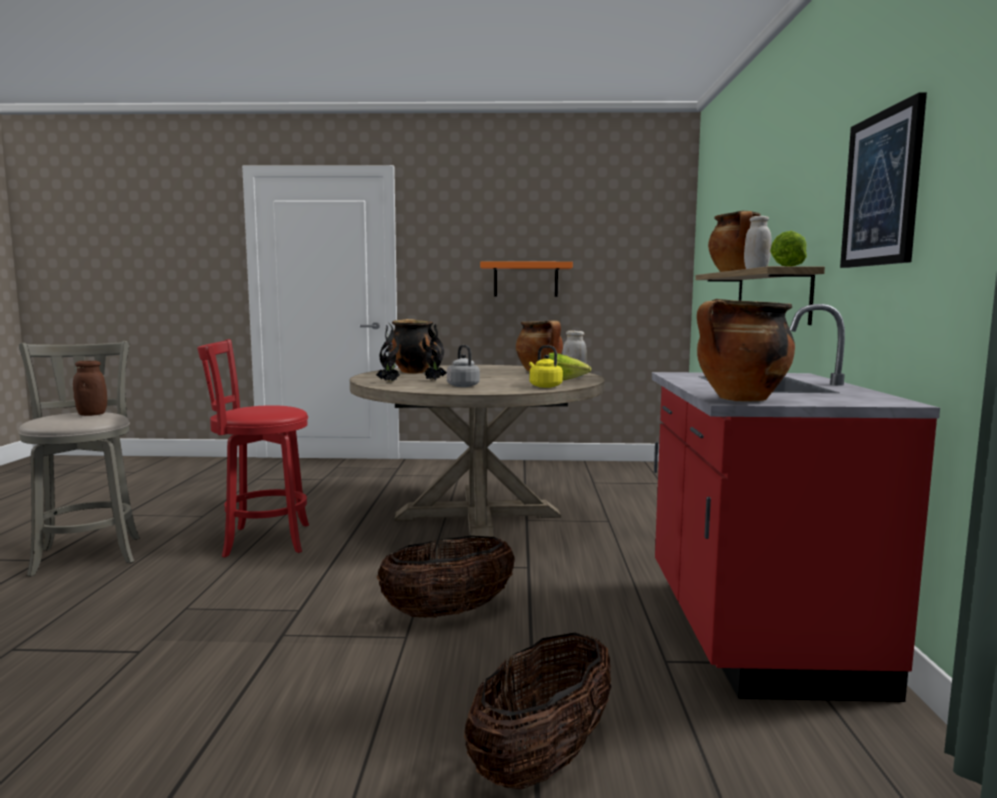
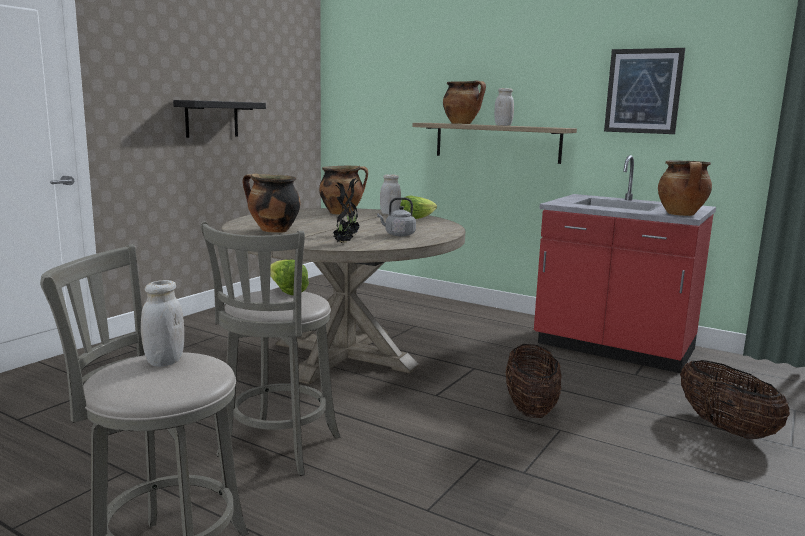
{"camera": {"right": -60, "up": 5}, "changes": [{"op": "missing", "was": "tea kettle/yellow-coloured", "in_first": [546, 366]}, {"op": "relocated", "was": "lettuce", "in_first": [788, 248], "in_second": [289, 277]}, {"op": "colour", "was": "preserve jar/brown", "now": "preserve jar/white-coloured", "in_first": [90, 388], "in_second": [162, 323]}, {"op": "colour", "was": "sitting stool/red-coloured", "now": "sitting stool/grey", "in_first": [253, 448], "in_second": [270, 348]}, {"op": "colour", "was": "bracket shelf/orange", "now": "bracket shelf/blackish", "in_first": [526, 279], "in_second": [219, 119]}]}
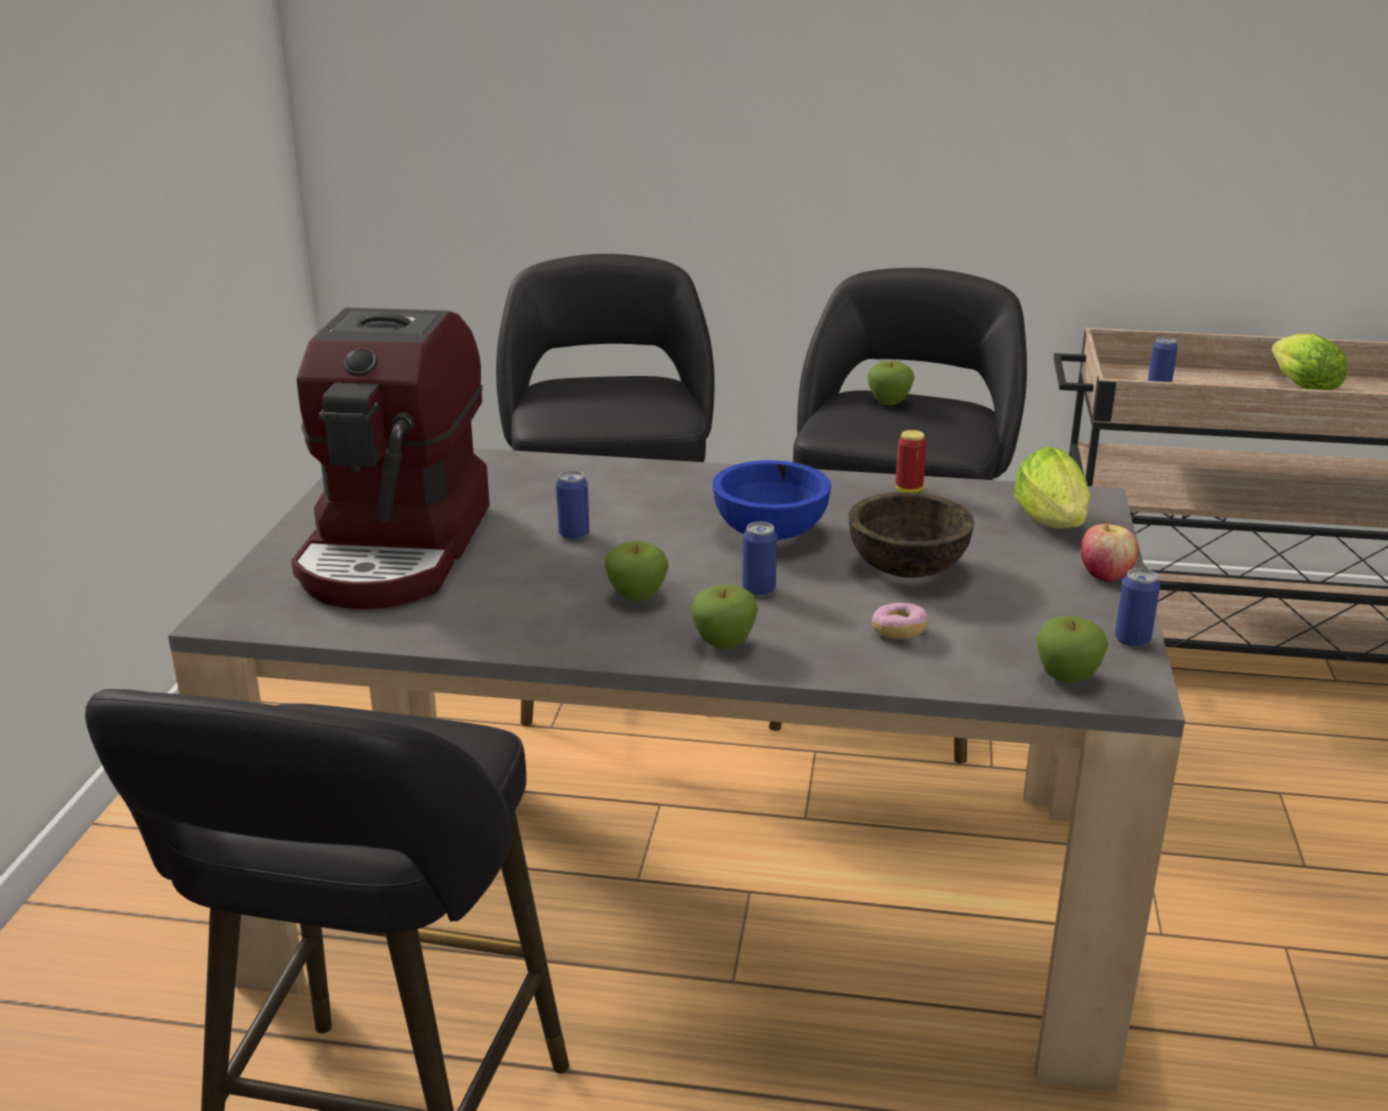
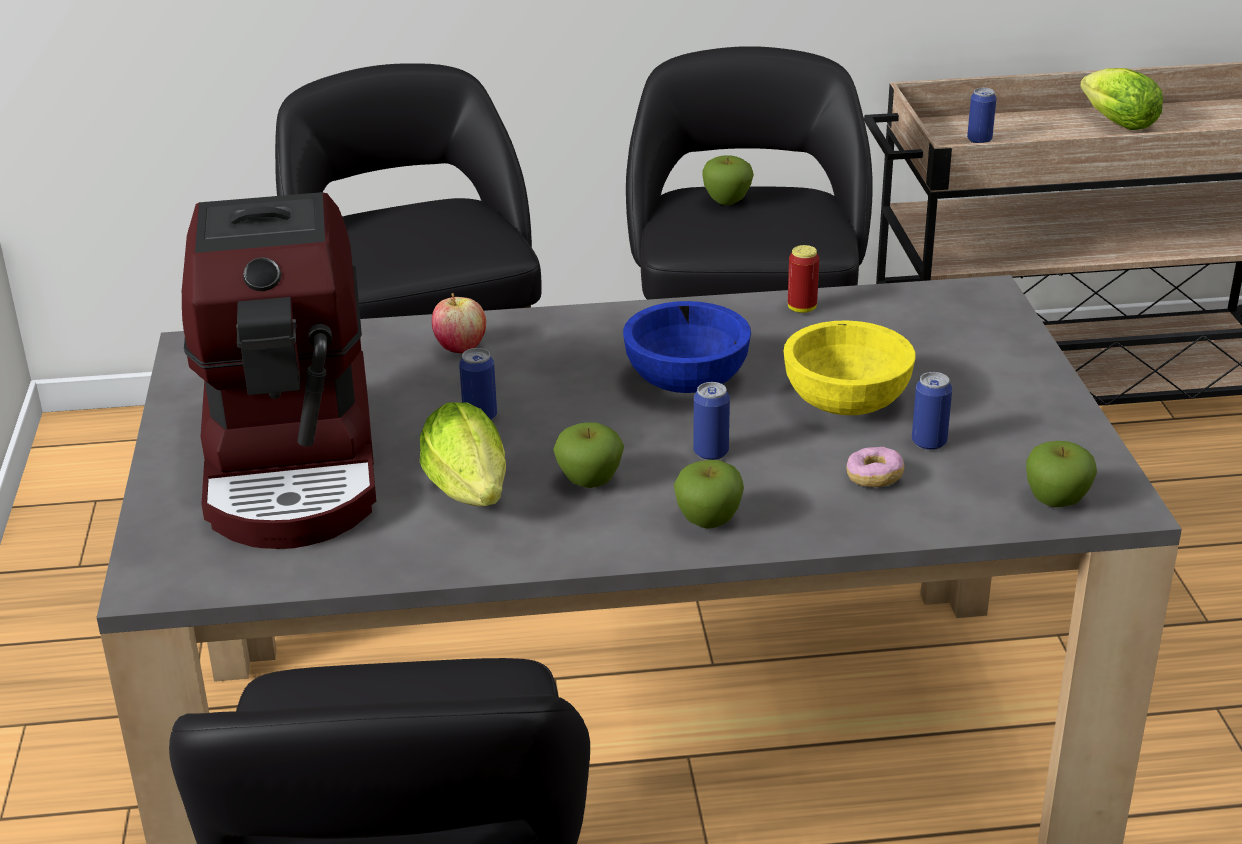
{"camera": {"right": -15, "up": 5}, "changes": [{"op": "relocated", "was": "lettuce", "in_first": [1052, 487], "in_second": [463, 454]}, {"op": "relocated", "was": "whole apple", "in_first": [1109, 551], "in_second": [459, 323]}, {"op": "relocated", "was": "sealed can", "in_first": [1137, 607], "in_second": [932, 411]}, {"op": "colour", "was": "serving bowl/brown", "now": "serving bowl/yellow-coloured", "in_first": [911, 535], "in_second": [850, 367]}]}
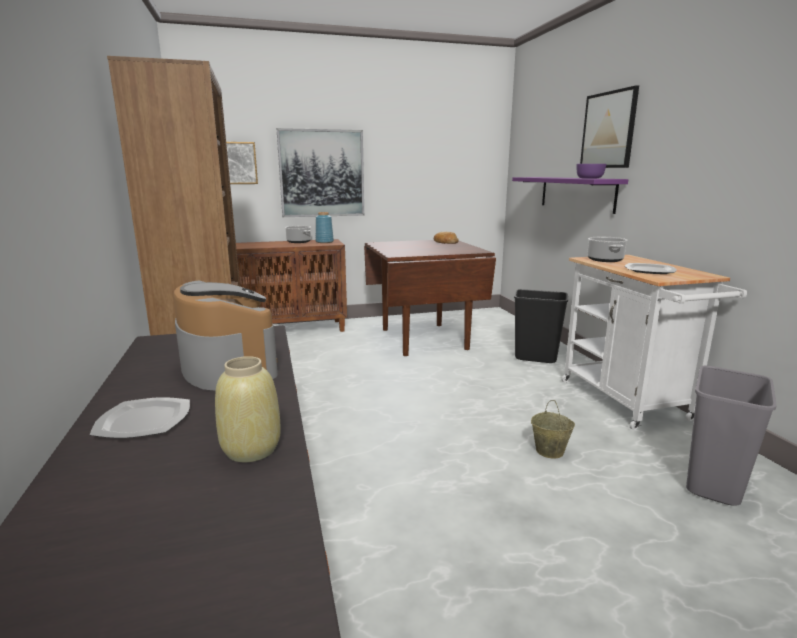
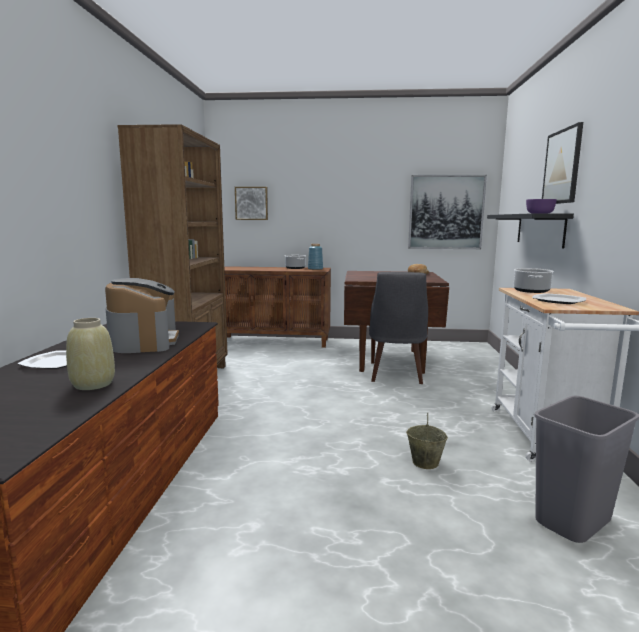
{"camera": {"right": 20, "up": -5}, "changes": [{"op": "missing", "was": "trash can/blackish", "in_first": [541, 326]}, {"op": "appeared", "now": "plain chair/grey", "in_second": [398, 328]}, {"op": "relocated", "was": "wall art", "in_first": [320, 172], "in_second": [447, 212]}, {"op": "colour", "was": "bracket shelf/purple", "now": "bracket shelf/blackish", "in_first": [570, 195], "in_second": [530, 230]}]}
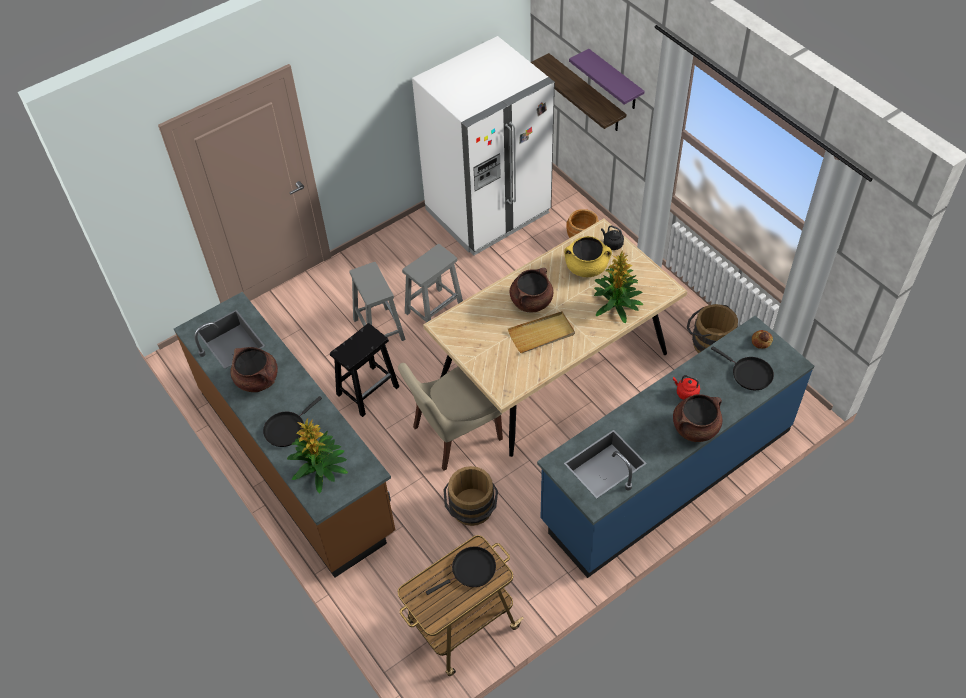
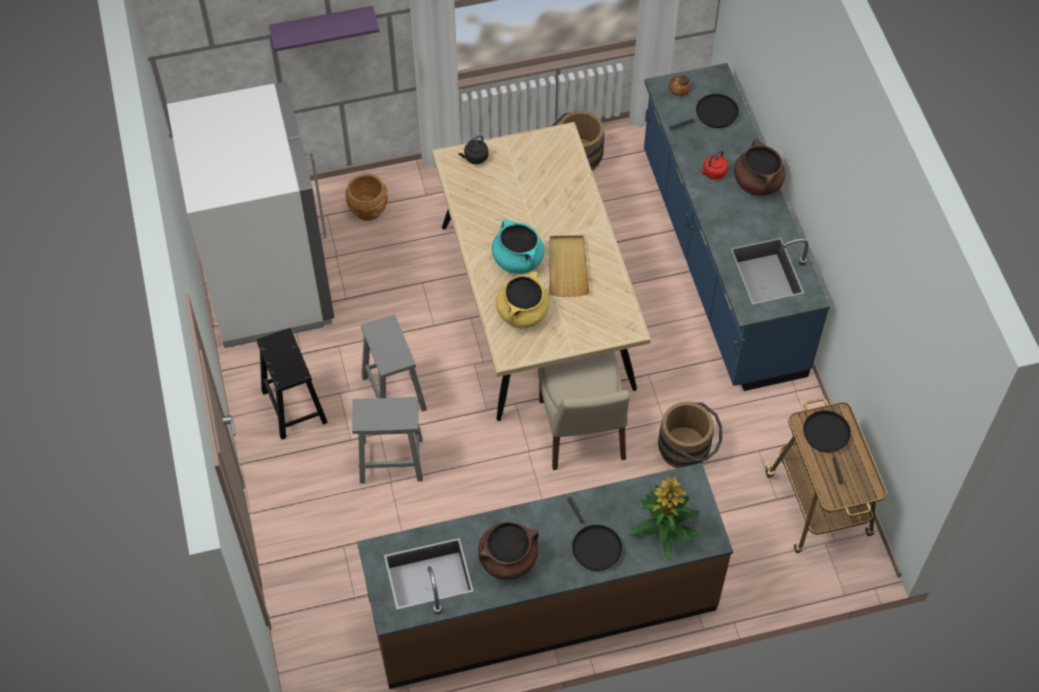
{"camera": {"right": -70, "up": 5}, "changes": [{"op": "missing", "was": "bracket shelf", "in_first": [579, 92]}, {"op": "missing", "was": "houseplant", "in_first": [619, 287]}, {"op": "relocated", "was": "sitting stool/blackish", "in_first": [364, 370], "in_second": [292, 384]}, {"op": "relocated", "was": "cooking pot/yellow-coloured", "in_first": [588, 256], "in_second": [522, 299]}, {"op": "colour", "was": "cooking pot/brown", "now": "cooking pot/turquoise", "in_first": [531, 290], "in_second": [518, 246]}]}
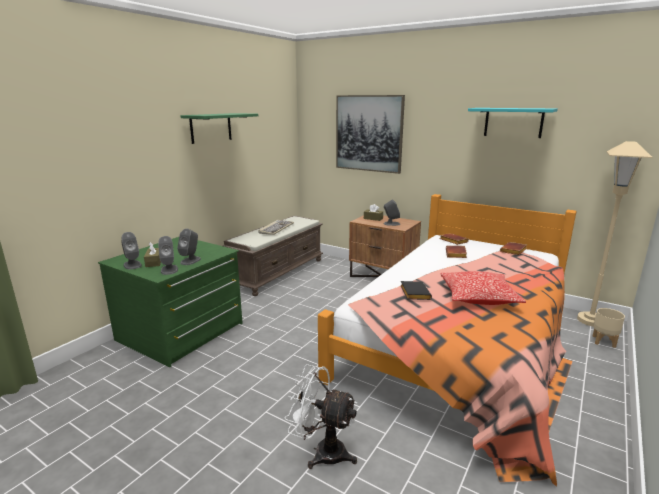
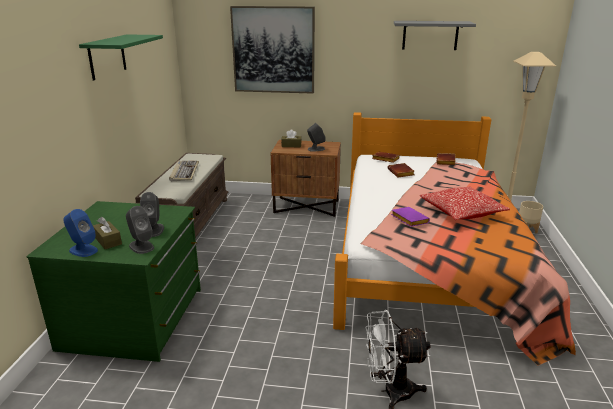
{"camera": {"right": -25, "up": 5}, "changes": [{"op": "colour", "was": "audio speaker/grey", "now": "audio speaker/bluish", "in_first": [131, 250], "in_second": [80, 233]}, {"op": "colour", "was": "bound book/blackish", "now": "bound book/purple", "in_first": [416, 290], "in_second": [410, 217]}, {"op": "colour", "was": "bracket shelf/turquoise", "now": "bracket shelf/grey", "in_first": [513, 123], "in_second": [435, 35]}]}
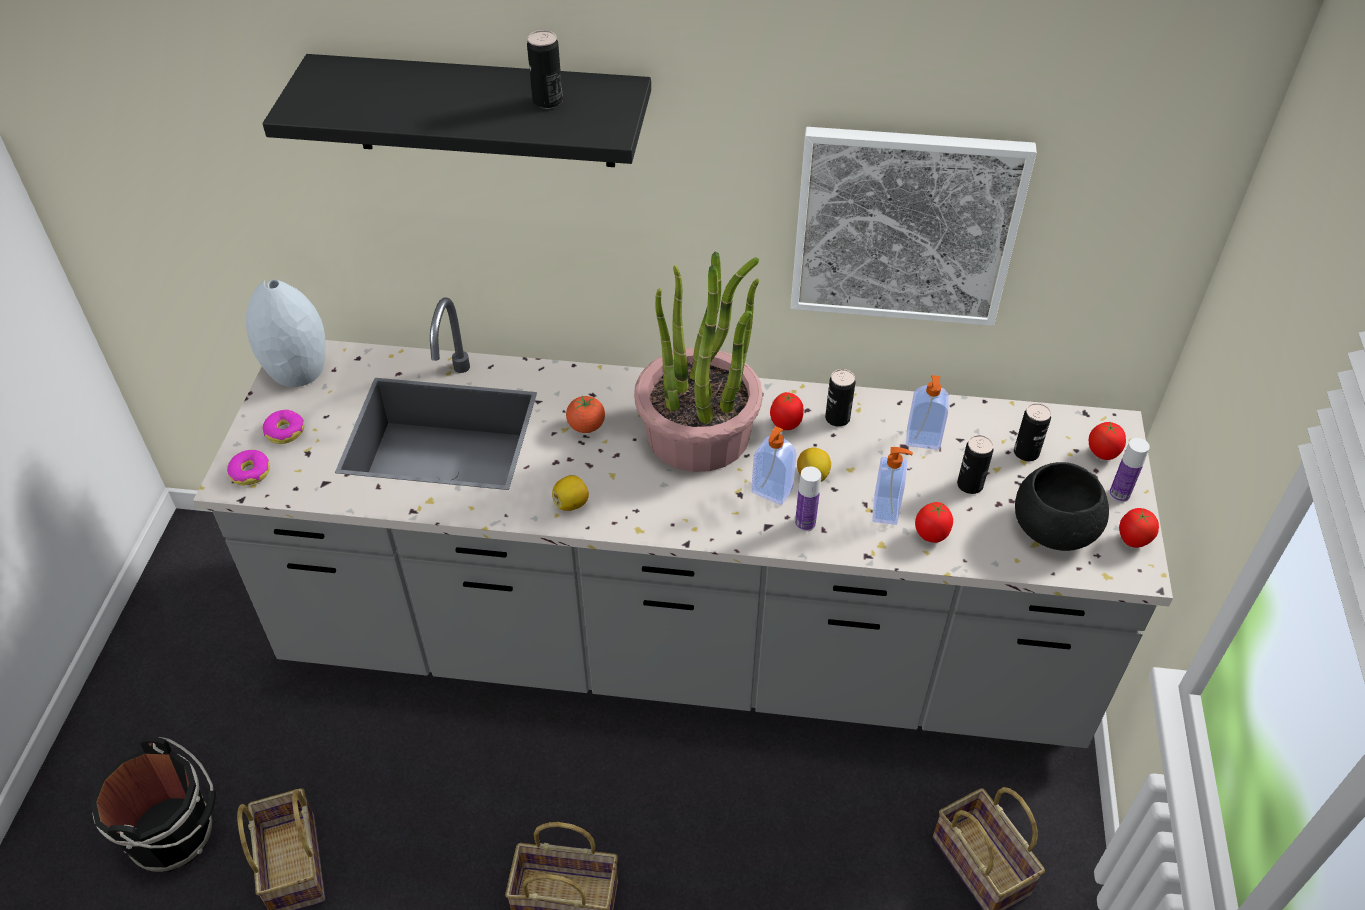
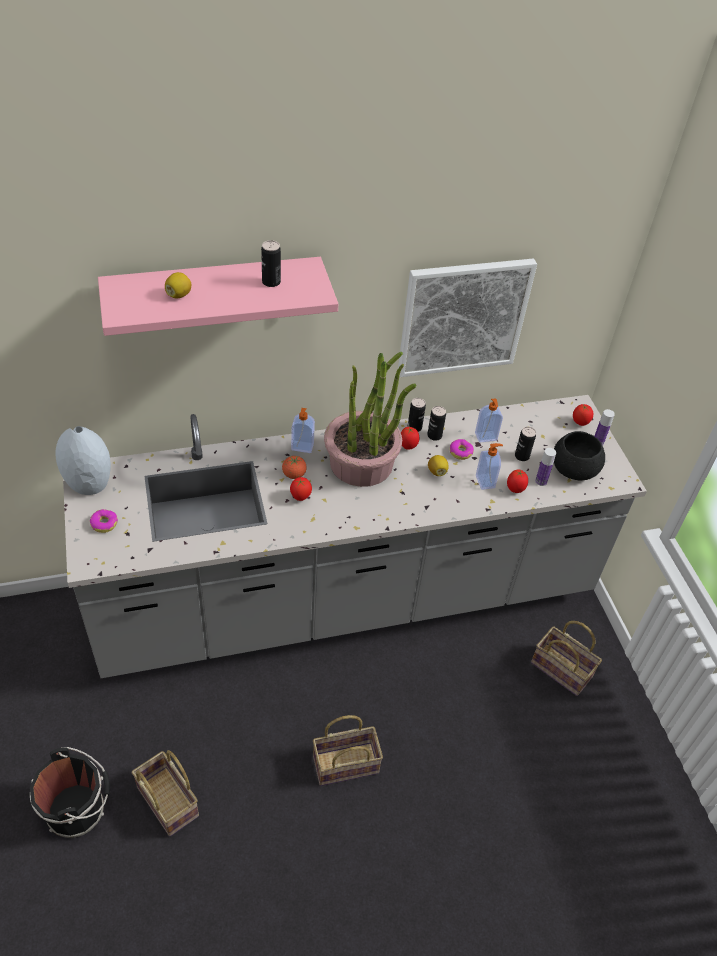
{"camera": {"right": -25, "up": 0}, "changes": [{"op": "relocated", "was": "ring doughnut", "in_first": [248, 467], "in_second": [462, 449]}, {"op": "relocated", "was": "lemon", "in_first": [570, 493], "in_second": [178, 285]}, {"op": "relocated", "was": "liquid soap bottle", "in_first": [774, 465], "in_second": [303, 430]}, {"op": "relocated", "was": "beverage bottle", "in_first": [808, 498], "in_second": [545, 467]}, {"op": "relocated", "was": "sealed can", "in_first": [1032, 432], "in_second": [417, 415]}, {"op": "relocated", "was": "tomato", "in_first": [1139, 528], "in_second": [301, 489]}, {"op": "colour", "was": "bracket shelf/blackish", "now": "bracket shelf/pink-coloured", "in_first": [457, 110], "in_second": [218, 296]}]}
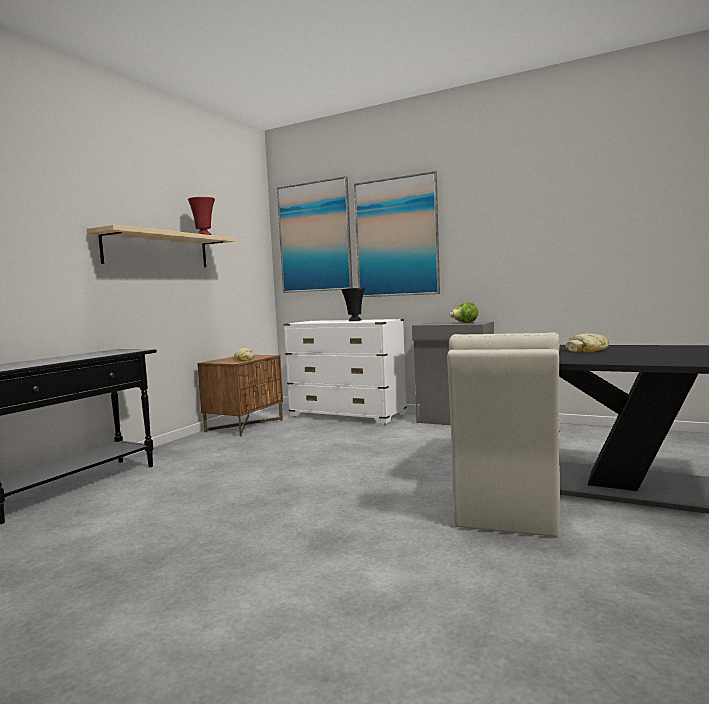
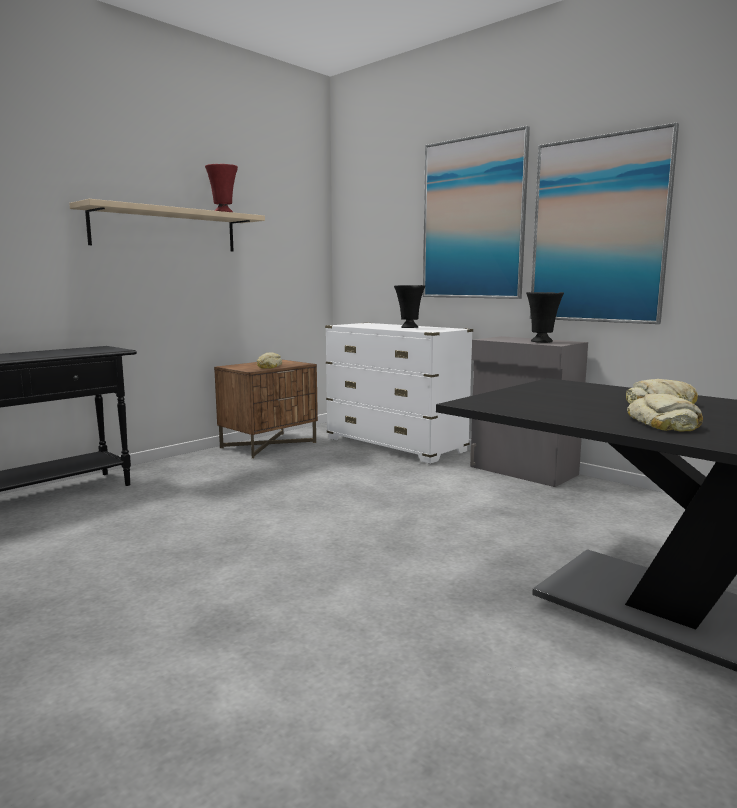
{"camera": {"right": 15, "up": 5}, "changes": [{"op": "missing", "was": "plain chair/beige-coloured", "in_first": [504, 434]}, {"op": "appeared", "now": "bread", "in_second": [665, 412]}, {"op": "relocated", "was": "wall art", "in_first": [315, 234], "in_second": [604, 223]}, {"op": "exchanged", "was": "lettuce", "now": "decorative vase/blackish", "in_first": [464, 313], "in_second": [545, 317]}]}
